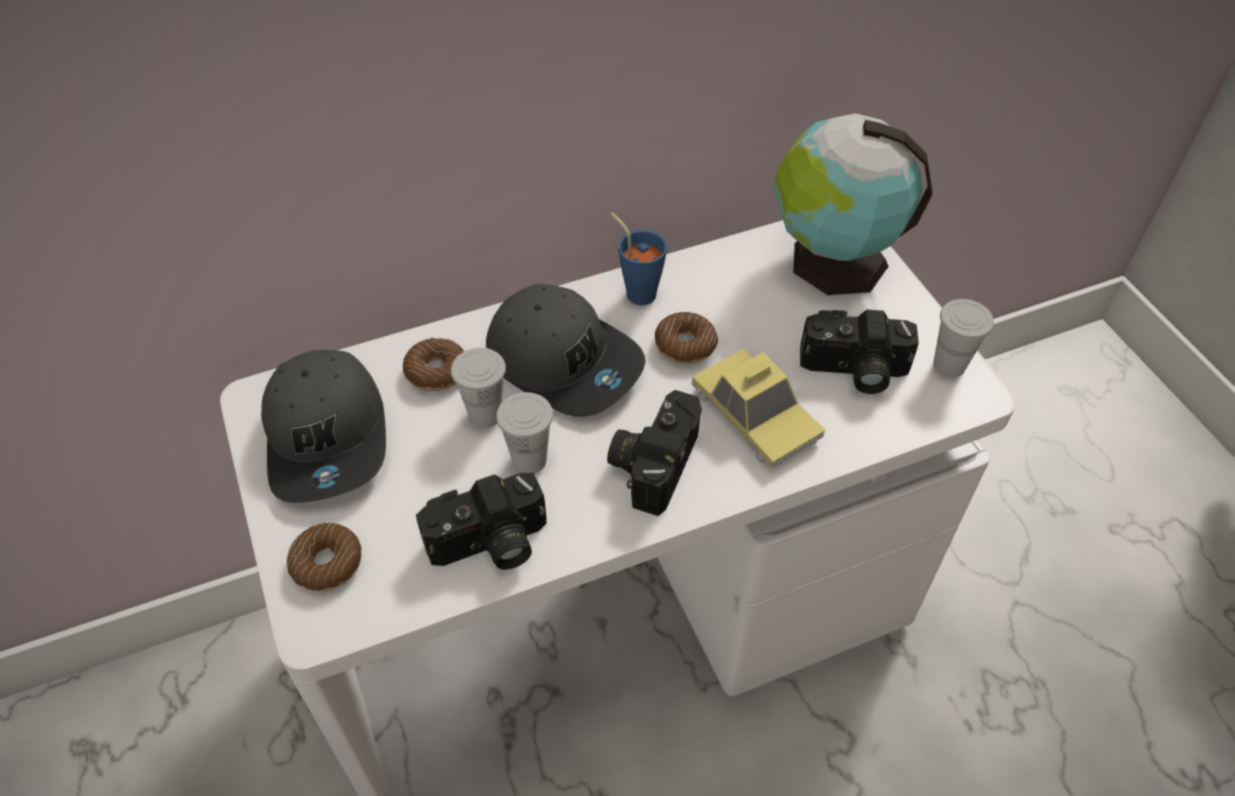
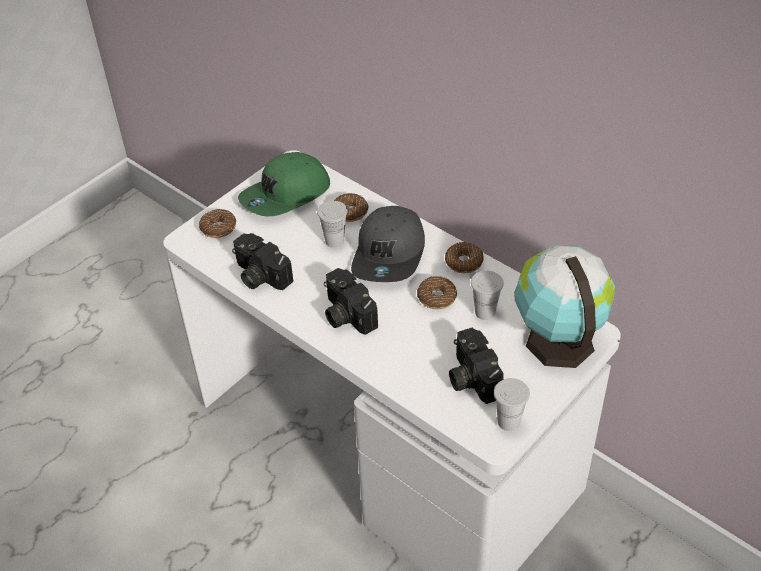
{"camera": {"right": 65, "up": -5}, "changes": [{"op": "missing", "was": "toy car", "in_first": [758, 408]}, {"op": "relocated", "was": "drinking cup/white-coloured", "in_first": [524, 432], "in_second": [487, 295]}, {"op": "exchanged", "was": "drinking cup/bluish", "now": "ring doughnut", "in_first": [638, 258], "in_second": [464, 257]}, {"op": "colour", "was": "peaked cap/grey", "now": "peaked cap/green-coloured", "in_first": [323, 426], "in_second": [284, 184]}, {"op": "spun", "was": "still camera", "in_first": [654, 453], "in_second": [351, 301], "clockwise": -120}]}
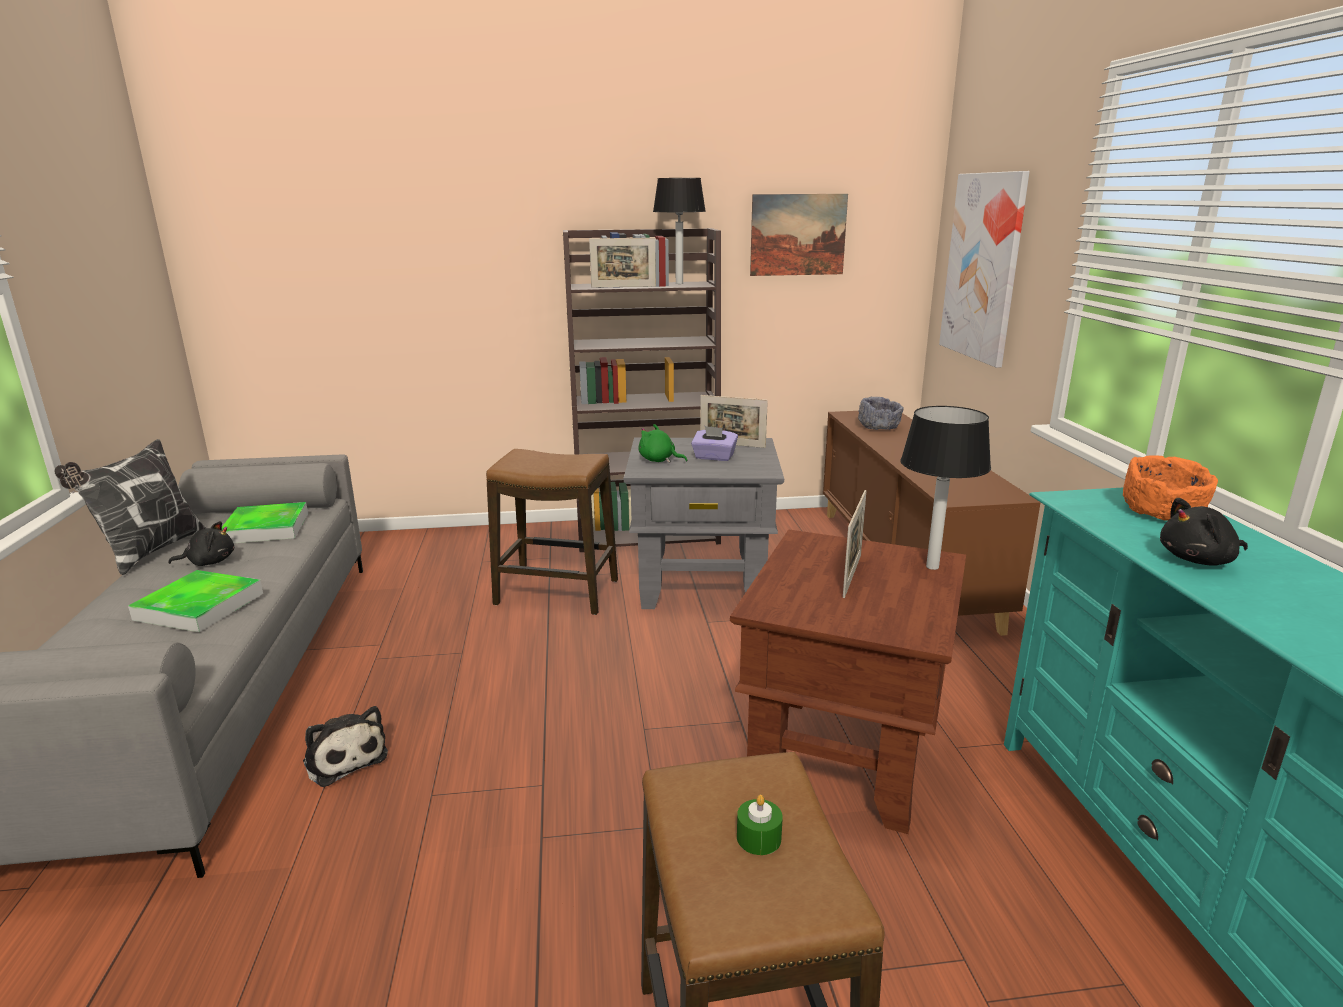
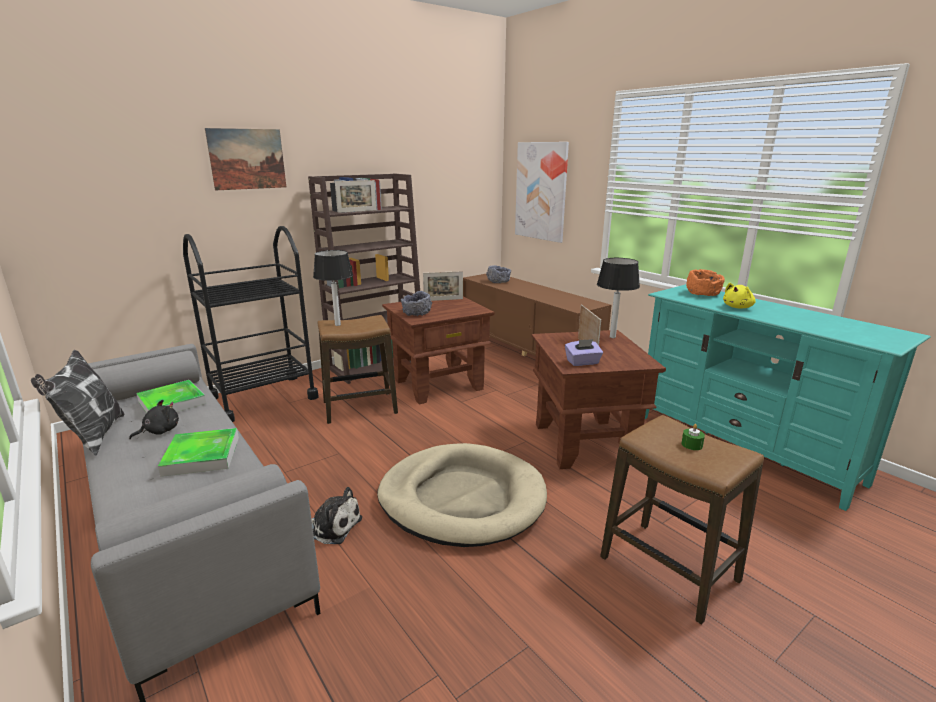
{"camera": {"right": -30, "up": 0}, "changes": [{"op": "appeared", "now": "cart/blackish", "in_second": [251, 324]}, {"op": "appeared", "now": "pet bed/beige-coloured", "in_second": [462, 495]}, {"op": "relocated", "was": "tabletop lamp", "in_first": [679, 231], "in_second": [333, 288]}, {"op": "relocated", "was": "tissue box/purple", "in_first": [714, 443], "in_second": [584, 352]}, {"op": "relocated", "was": "wall art", "in_first": [799, 235], "in_second": [245, 159]}, {"op": "exchanged", "was": "soft toy/green-coloured", "now": "serving bowl/grey", "in_first": [662, 443], "in_second": [416, 303]}, {"op": "colour", "was": "end table/grey", "now": "end table/brown", "in_first": [704, 523], "in_second": [438, 350]}, {"op": "colour", "was": "soft toy/blackish", "now": "soft toy/yellow-coloured", "in_first": [1204, 532], "in_second": [739, 296]}]}
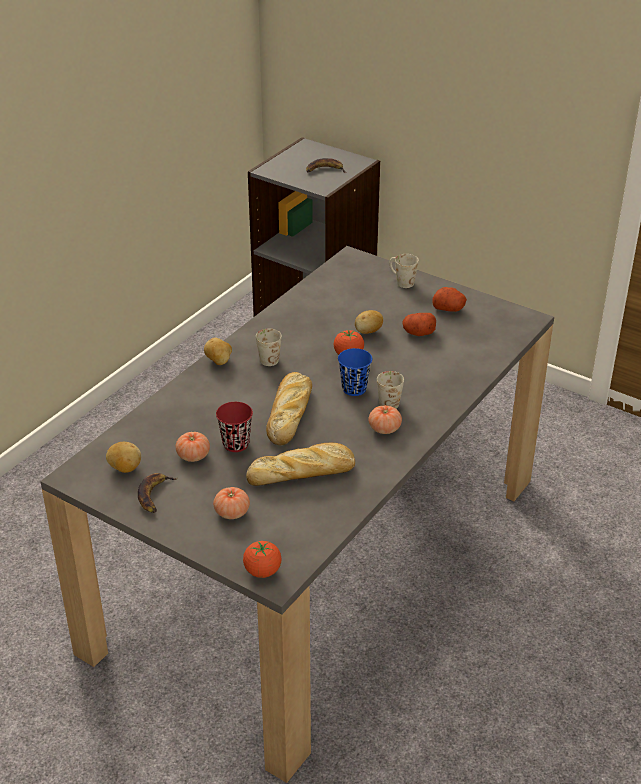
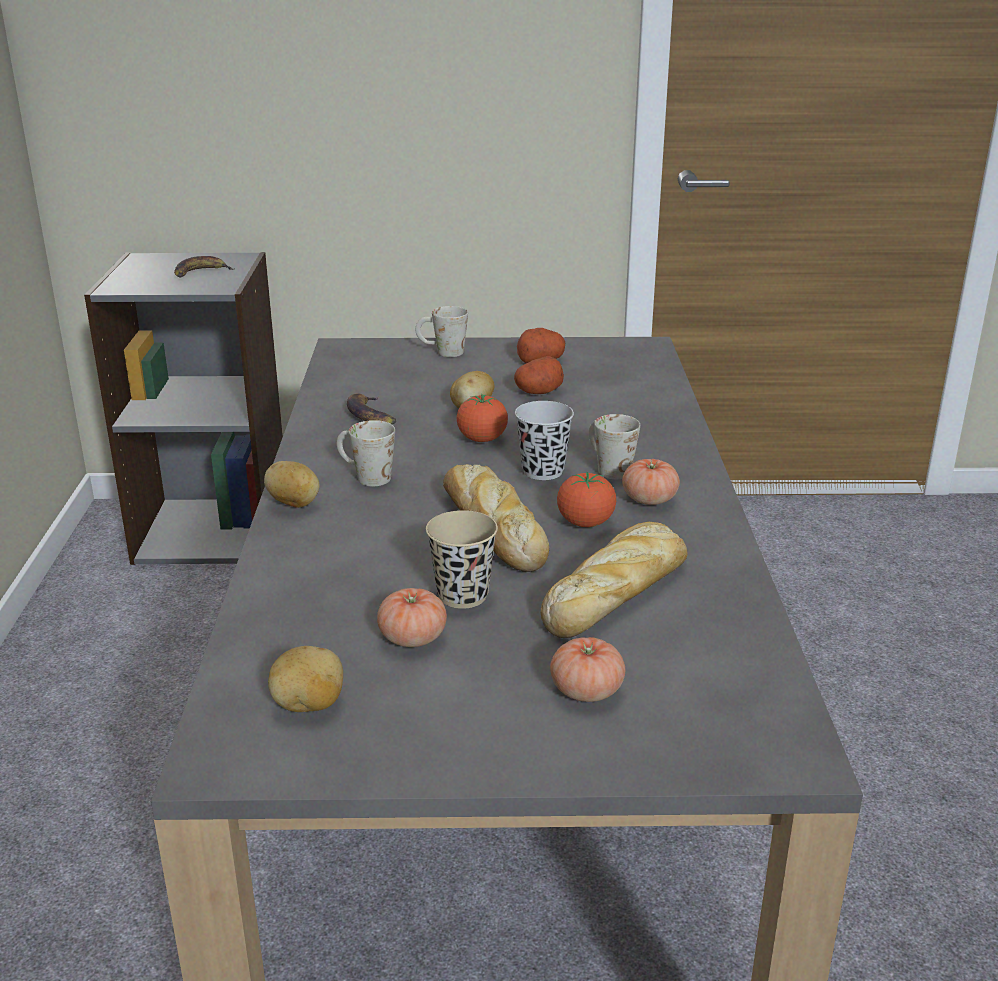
{"camera": {"right": -35, "up": -10}, "changes": [{"op": "relocated", "was": "banana fruit", "in_first": [158, 493], "in_second": [371, 408]}, {"op": "relocated", "was": "tomato", "in_first": [262, 559], "in_second": [586, 499]}, {"op": "colour", "was": "drinking cup/red-coloured", "now": "drinking cup/beige-coloured", "in_first": [234, 427], "in_second": [462, 559]}, {"op": "colour", "was": "drinking cup/bluish", "now": "drinking cup/blackish", "in_first": [355, 372], "in_second": [544, 440]}]}
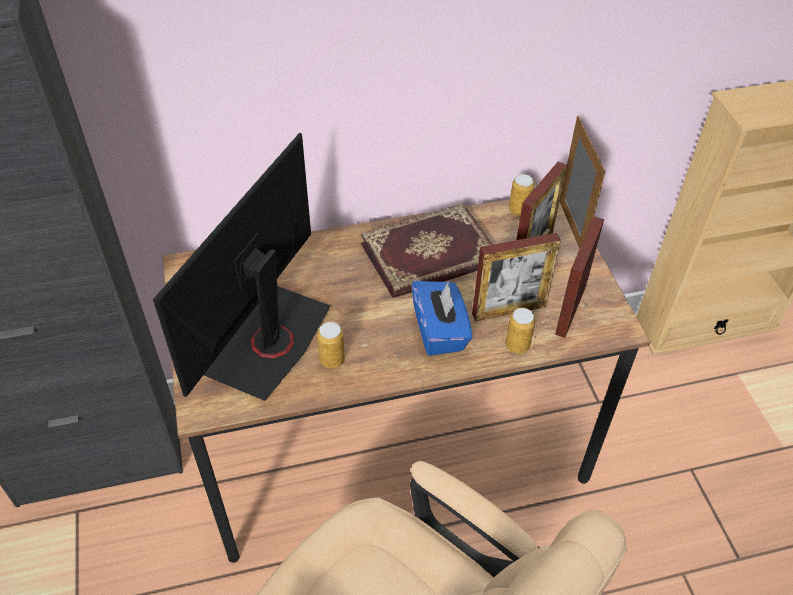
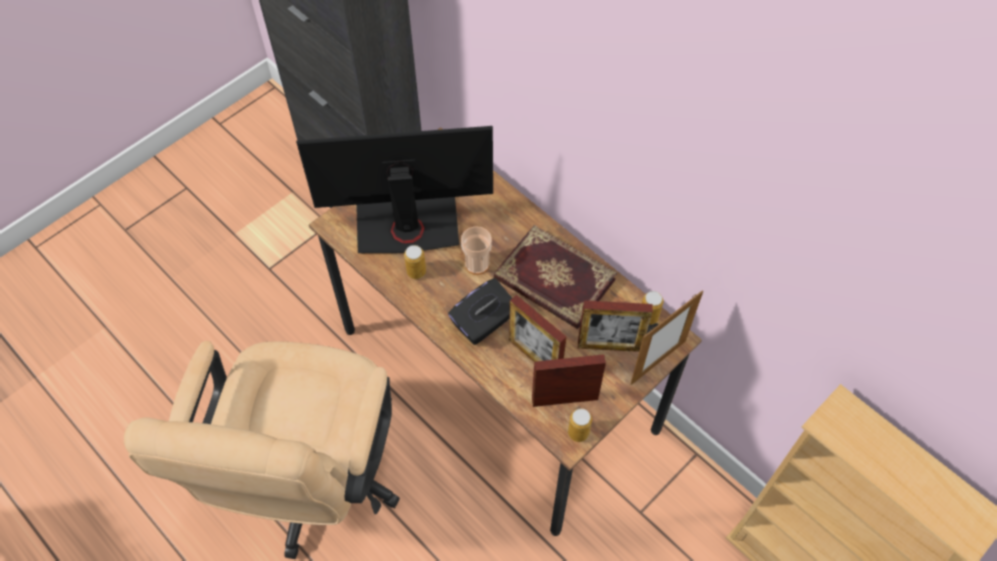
{"camera": {"right": 60, "up": 10}, "changes": [{"op": "appeared", "now": "drinking cup", "in_second": [476, 250]}, {"op": "relocated", "was": "sealed can", "in_first": [520, 331], "in_second": [580, 425]}, {"op": "colour", "was": "tissue box/bluish", "now": "tissue box/blackish", "in_first": [441, 318], "in_second": [480, 311]}]}
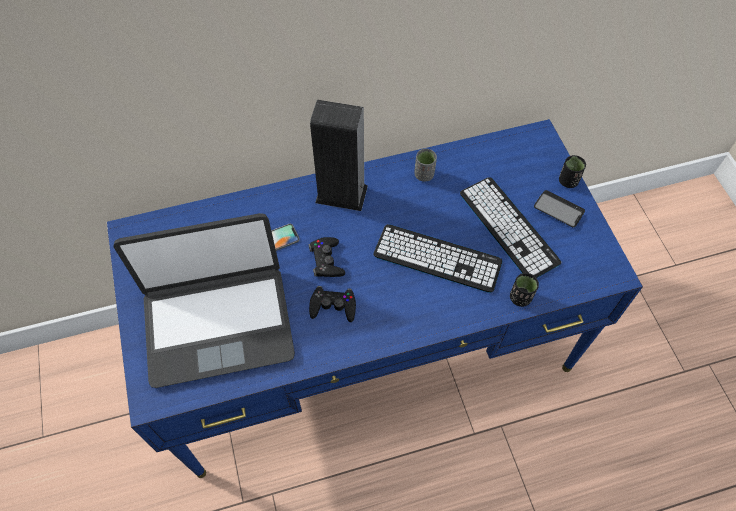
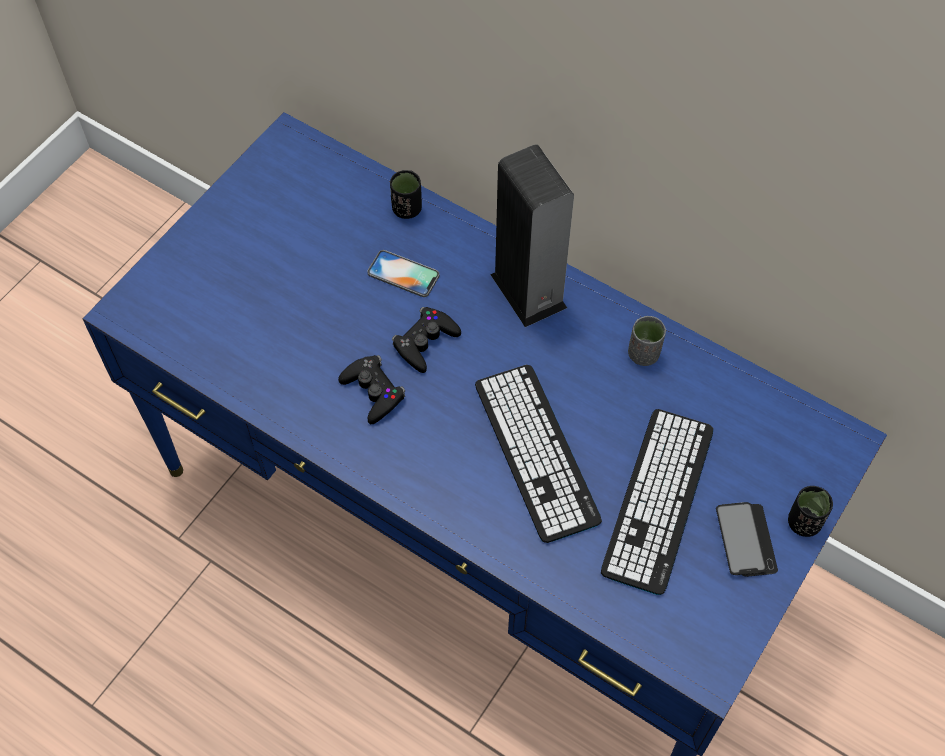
{"camera": {"right": 50, "up": 0}, "changes": [{"op": "missing", "was": "laptop", "in_first": [204, 300]}, {"op": "relocated", "was": "drinking cup/blackish", "in_first": [524, 290], "in_second": [406, 194]}]}
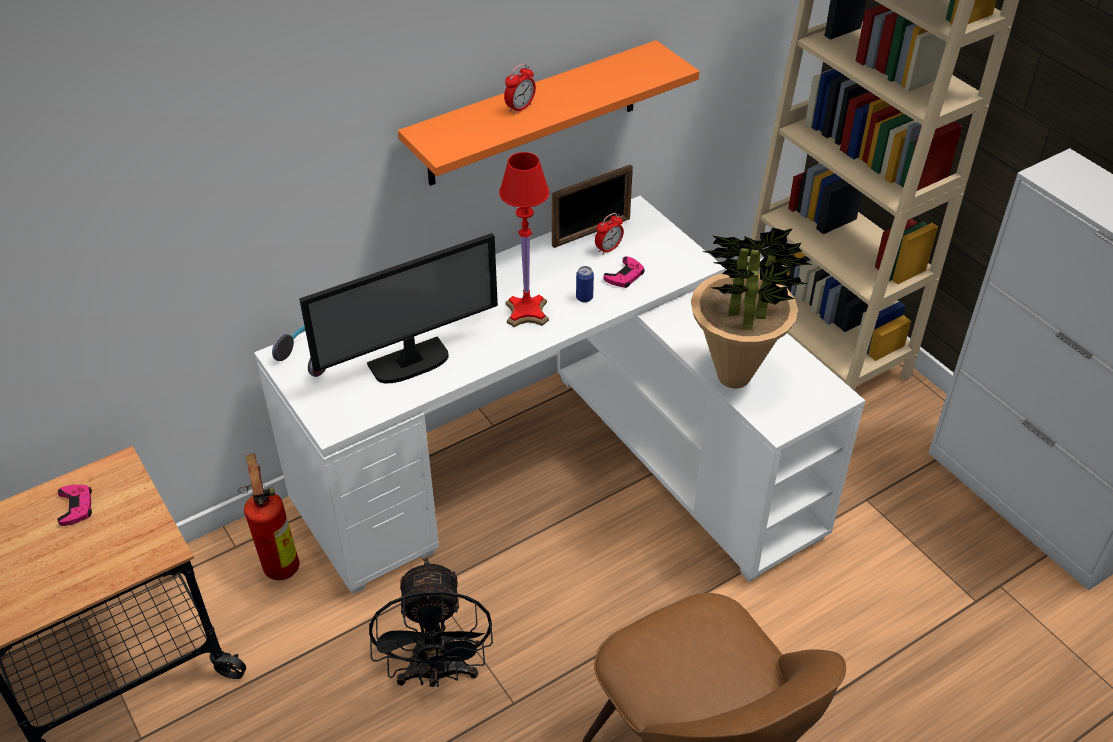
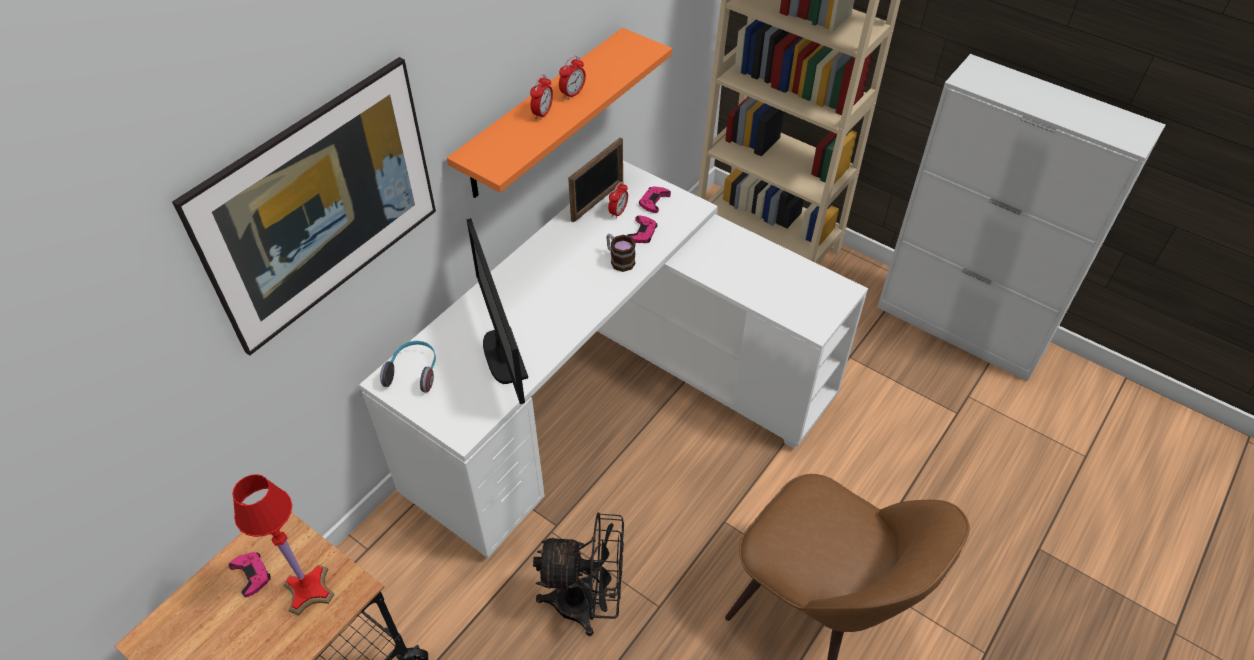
{"camera": {"right": -20, "up": 5}, "changes": [{"op": "missing", "was": "fire-fighting cylinder", "in_first": [268, 517]}, {"op": "missing", "was": "houseplant", "in_first": [752, 308]}, {"op": "appeared", "now": "wall art", "in_second": [304, 206]}, {"op": "appeared", "now": "bedside clock", "in_second": [572, 78]}, {"op": "appeared", "now": "game controller/pink-coloured", "in_second": [655, 200]}, {"op": "relocated", "was": "tabletop lamp/red-coloured", "in_first": [524, 239], "in_second": [283, 544]}, {"op": "exchanged", "was": "sealed can", "now": "tea mug", "in_first": [585, 284], "in_second": [621, 253]}, {"op": "spun", "was": "computer display", "in_first": [398, 308], "in_second": [497, 311], "clockwise": 120}, {"op": "spun", "was": "fan/blackish", "in_first": [431, 622], "in_second": [578, 574], "clockwise": -60}]}
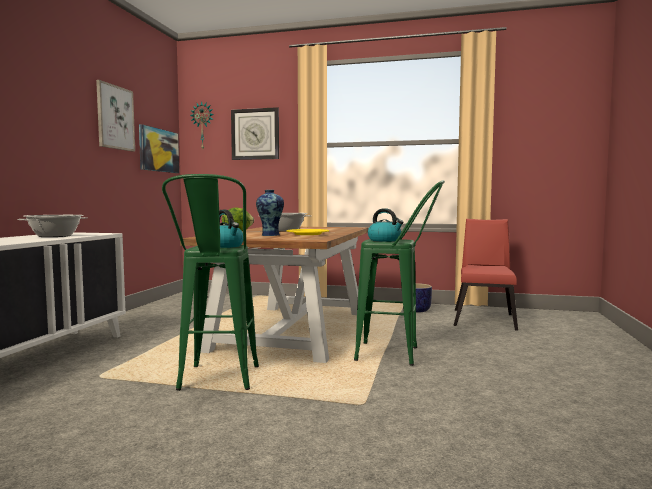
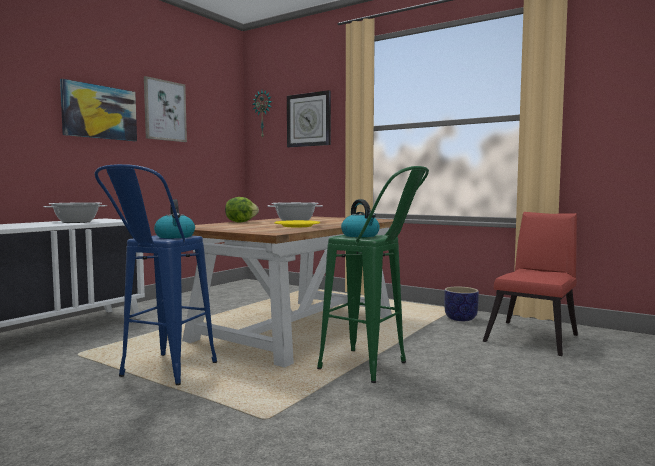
{"camera": {"right": 20, "up": 0}, "changes": [{"op": "missing", "was": "decorative vase", "in_first": [270, 213]}, {"op": "relocated", "was": "wall art", "in_first": [159, 148], "in_second": [98, 110]}, {"op": "colour", "was": "sitting stool/green-coloured", "now": "sitting stool/bluish", "in_first": [210, 282], "in_second": [155, 274]}]}
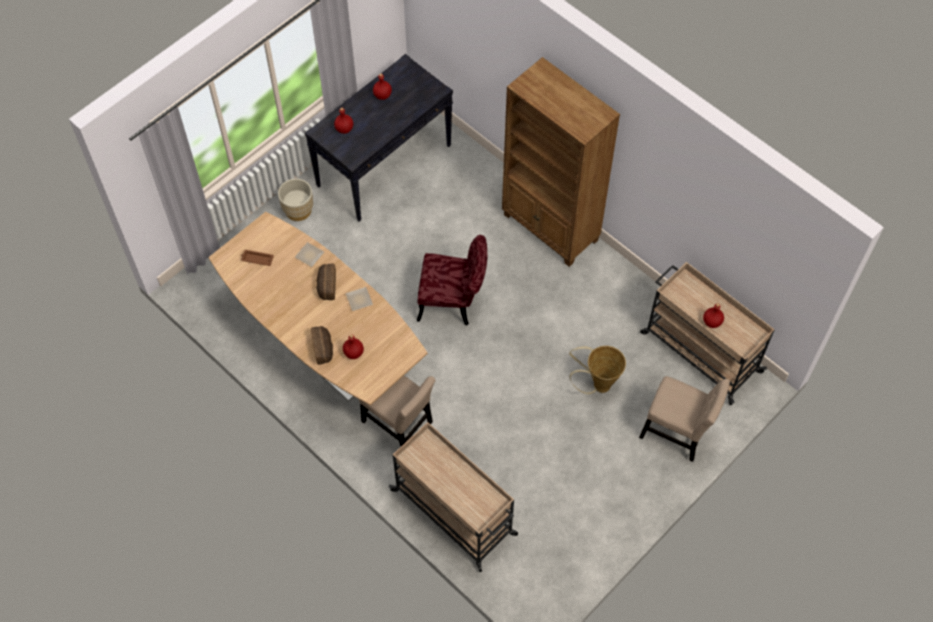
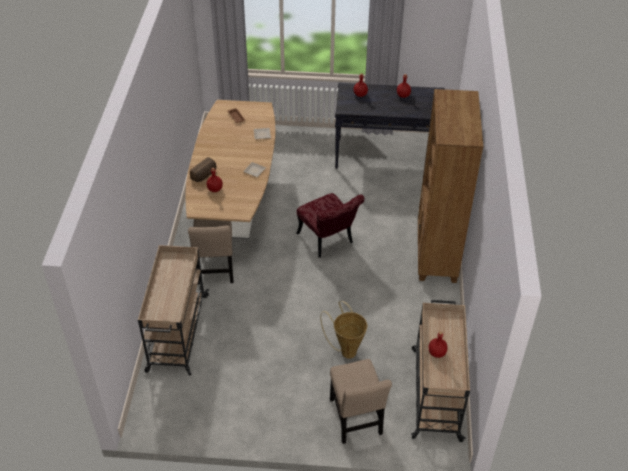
{"camera": {"right": 50, "up": -15}, "changes": [{"op": "missing", "was": "plant pot/beige-coloured", "in_first": [295, 200]}, {"op": "missing", "was": "bread", "in_first": [326, 282]}]}
